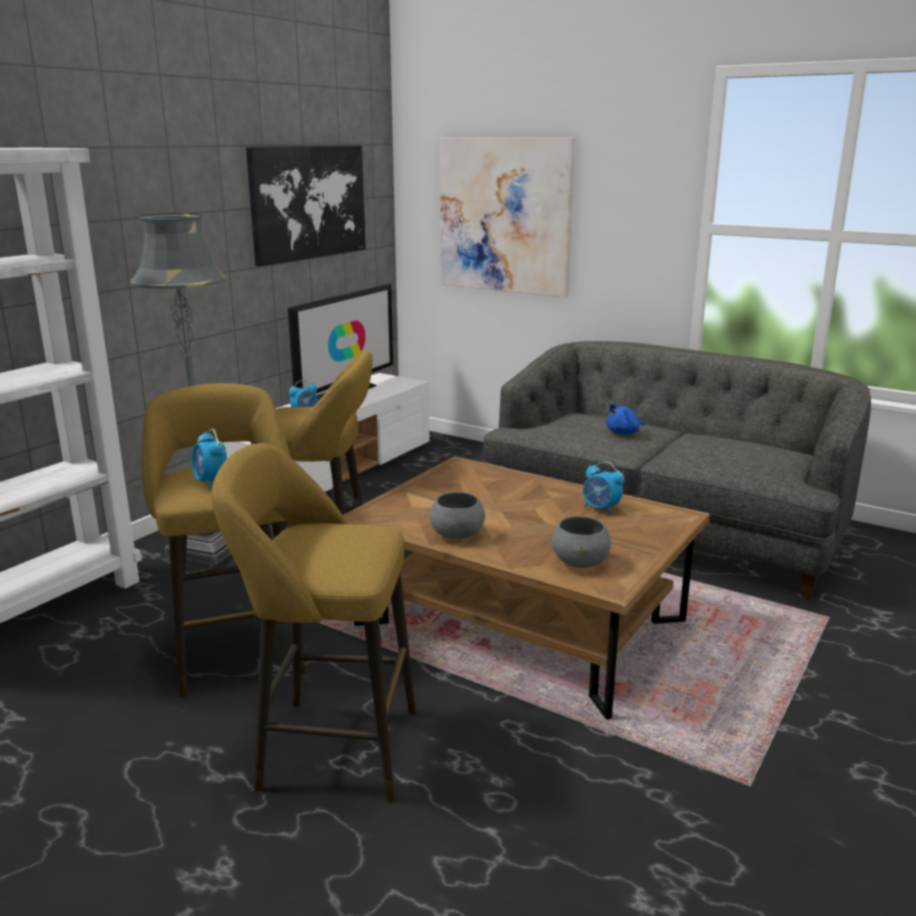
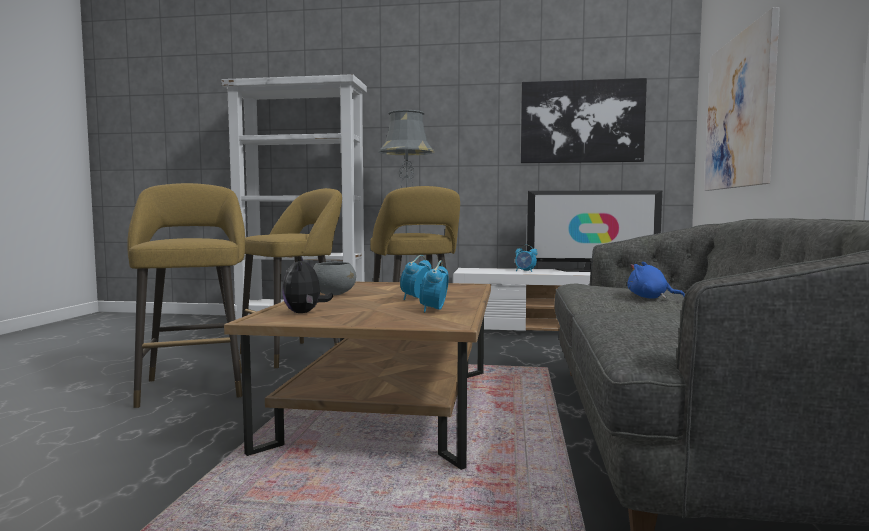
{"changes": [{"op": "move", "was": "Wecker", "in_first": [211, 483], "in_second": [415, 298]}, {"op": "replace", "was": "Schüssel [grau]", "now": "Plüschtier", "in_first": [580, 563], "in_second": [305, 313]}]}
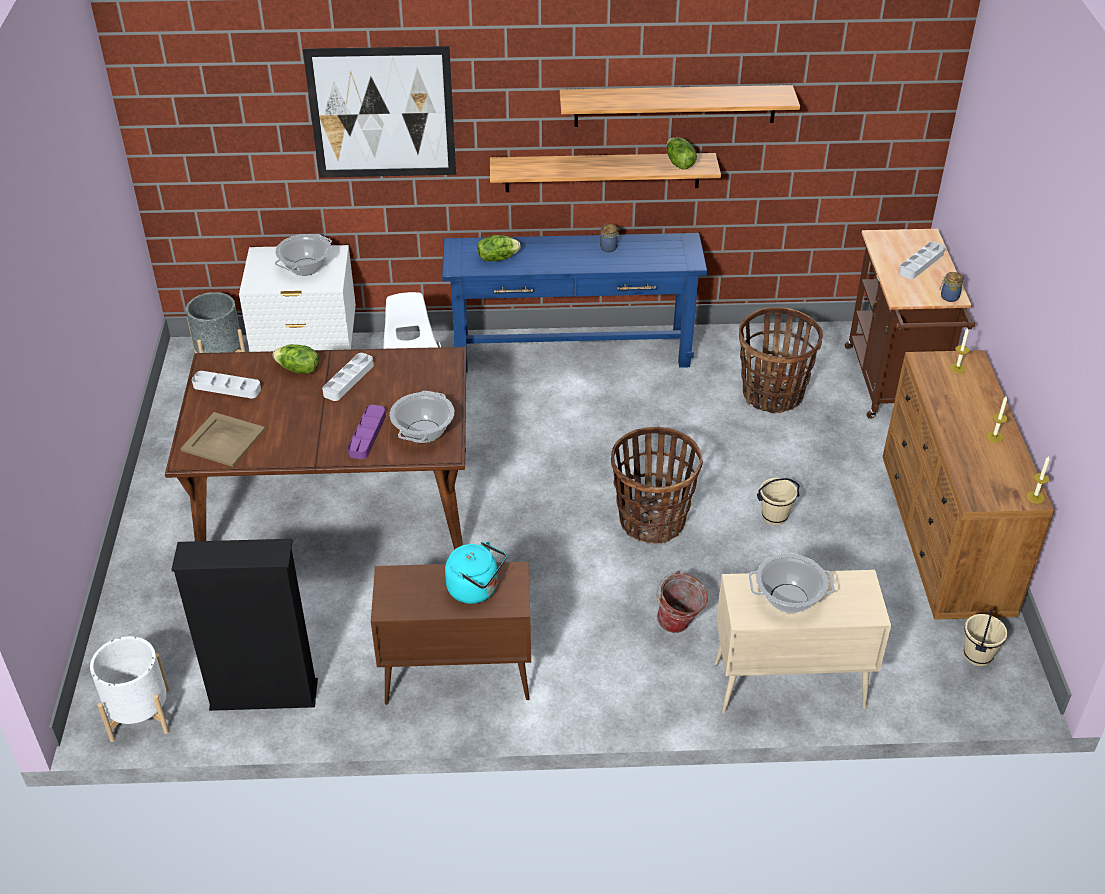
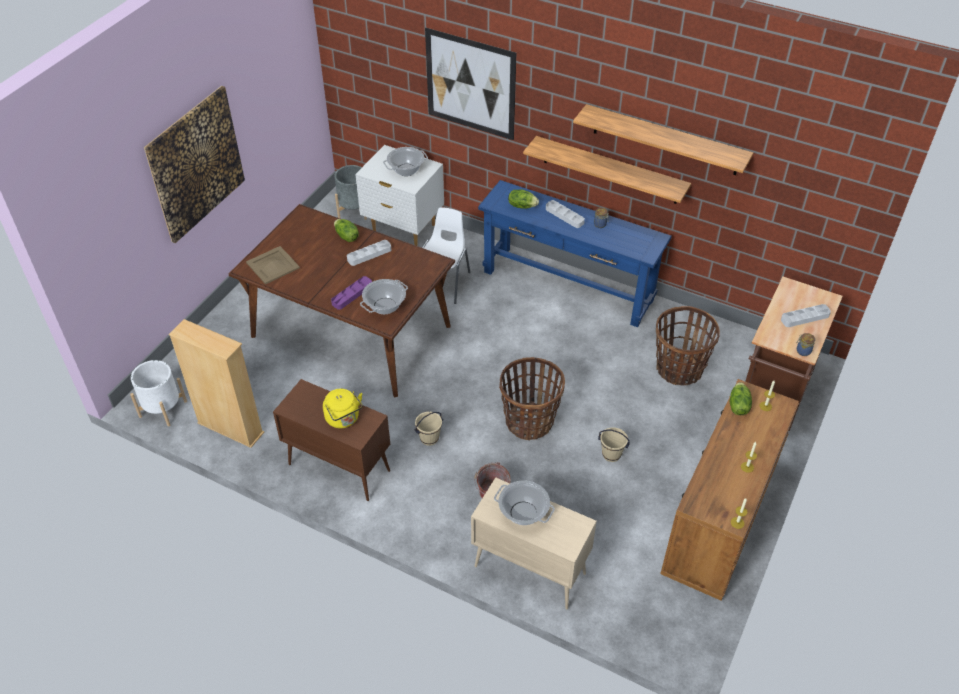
{"changes": [{"op": "insert", "now": "Bild", "in_second": [196, 164]}, {"op": "move", "was": "Tablett [grau]", "in_first": [227, 388], "in_second": [564, 216]}, {"op": "move", "was": "Salatkopf", "in_first": [679, 163], "in_second": [738, 406]}, {"op": "move", "was": "Eimer [beige]", "in_first": [977, 655], "in_second": [429, 438]}, {"op": "recolor", "was": "Bücherregal [schwarz]", "now": "Bücherregal [beige]", "in_first": [264, 695], "in_second": [230, 428]}, {"op": "recolor", "was": "Wasserkessel [türkis]", "now": "Wasserkessel [gelb]", "in_first": [476, 589], "in_second": [344, 419]}]}
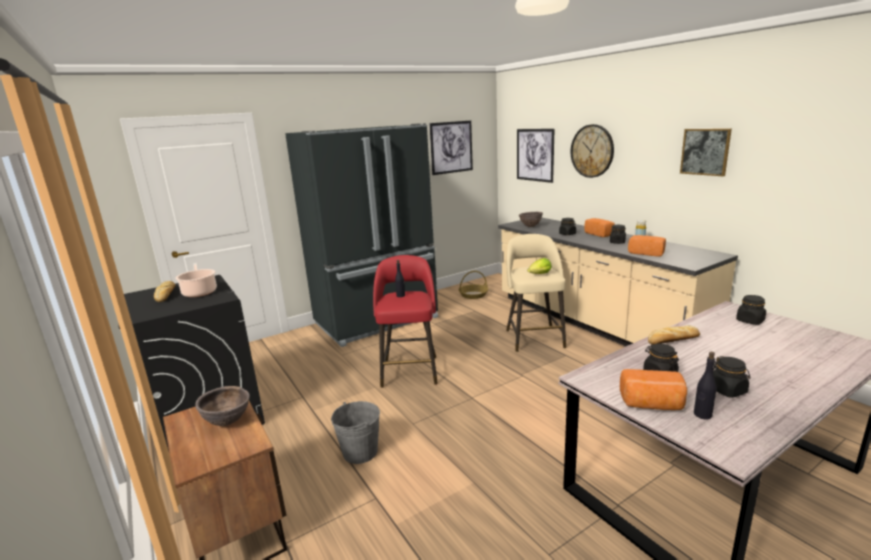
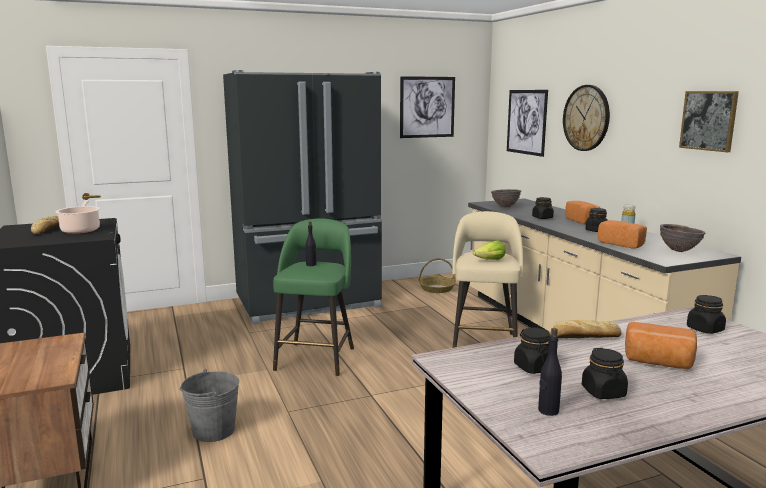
{"changes": [{"op": "move", "was": "Schüssel [braun]", "in_first": [228, 422], "in_second": [679, 251]}, {"op": "move", "was": "Brot", "in_first": [652, 404], "in_second": [658, 362]}, {"op": "recolor", "was": "Hocker [rot]", "now": "Hocker [grün]", "in_first": [410, 370], "in_second": [316, 358]}]}
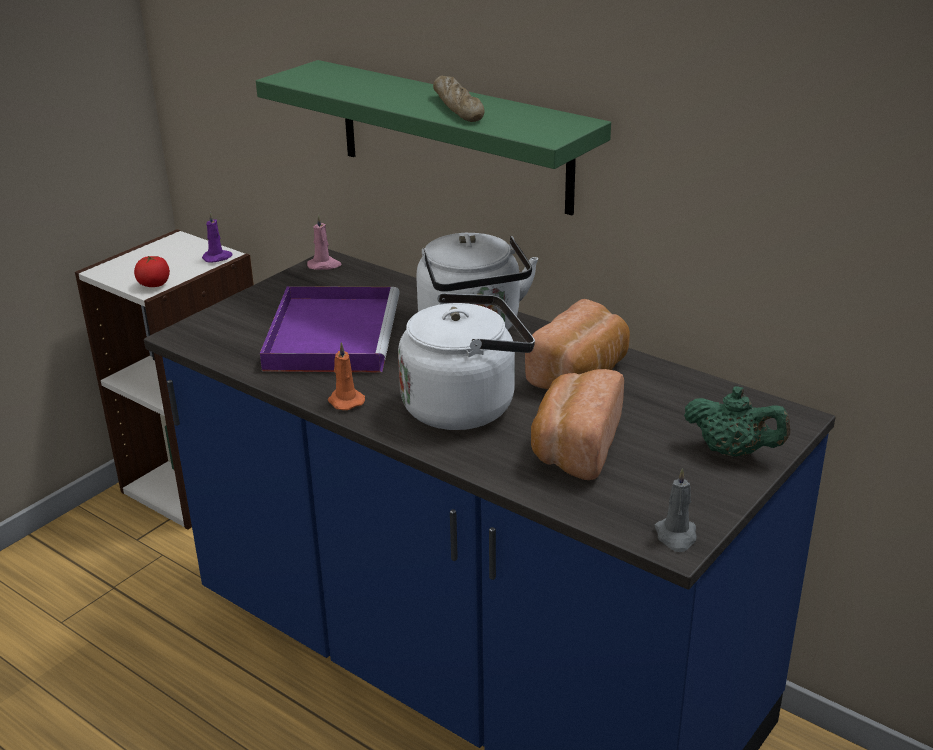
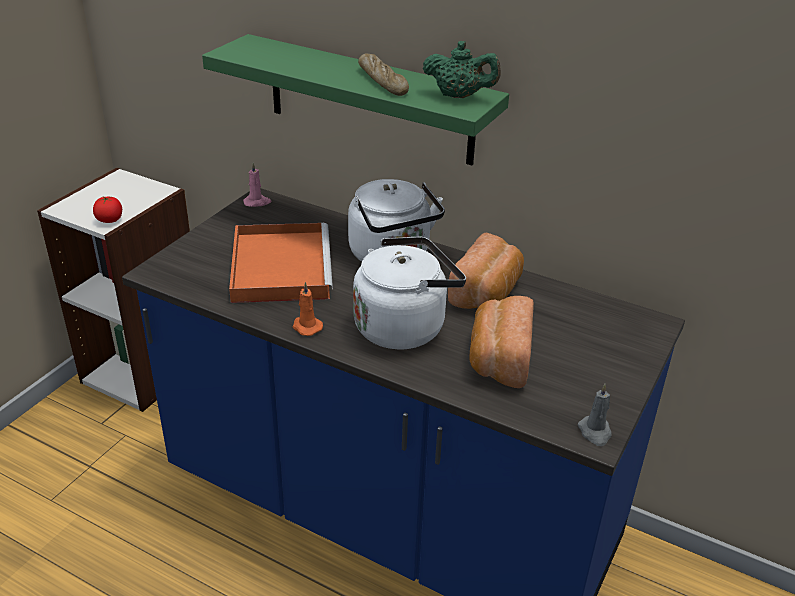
{"changes": [{"op": "delete", "was": "Kerze [lila]", "in_first": [218, 257]}, {"op": "move", "was": "Teekanne [grün]", "in_first": [732, 452], "in_second": [459, 96]}, {"op": "recolor", "was": "Tablett [lila]", "now": "Tablett [orange]", "in_first": [332, 334], "in_second": [280, 266]}]}
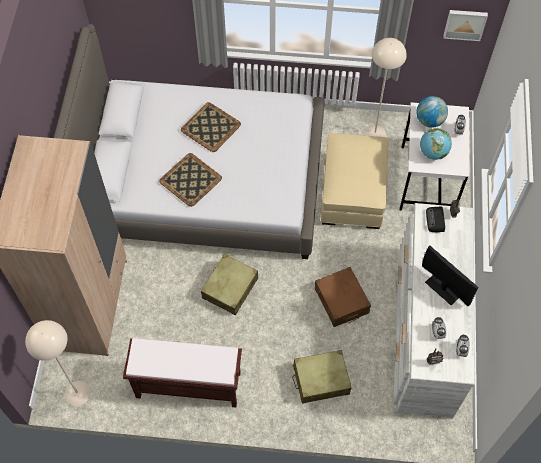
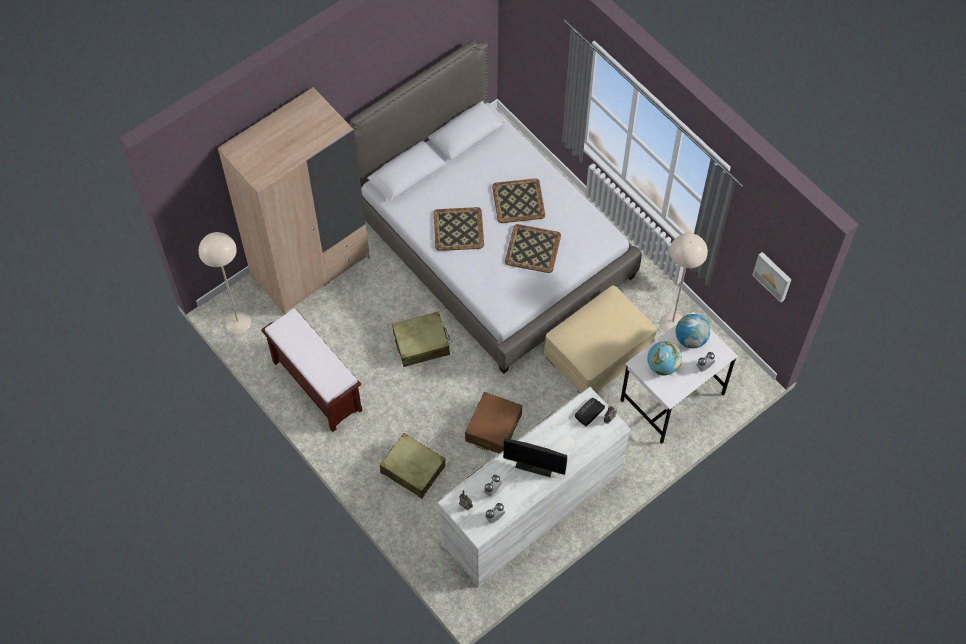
{"changes": [{"op": "insert", "now": "Tablett", "in_second": [532, 248]}, {"op": "rotate", "was": "Monitor", "in_first": [443, 289], "in_second": [534, 465], "clockwise": 105}]}
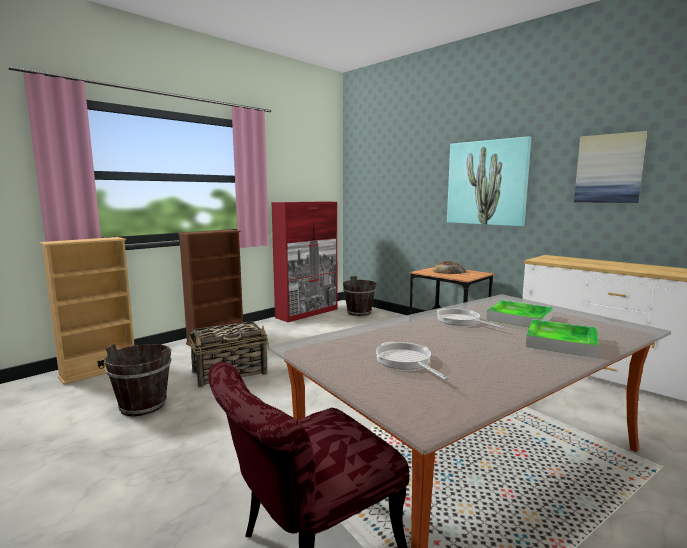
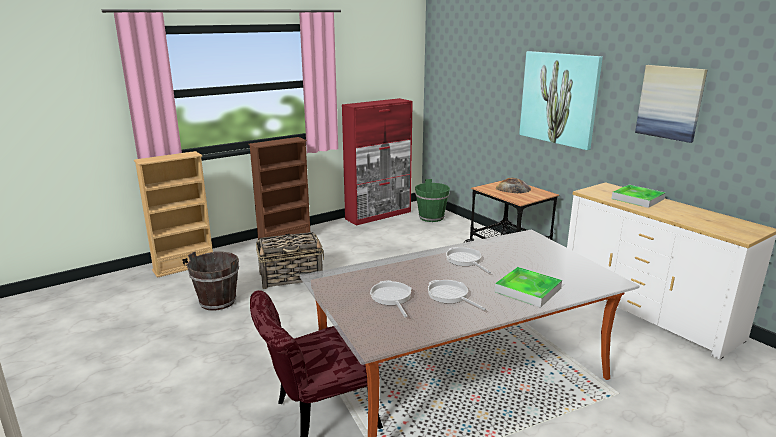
{"changes": [{"op": "insert", "now": "Pfanne", "in_second": [450, 295]}, {"op": "move", "was": "Tablett", "in_first": [519, 318], "in_second": [637, 199]}, {"op": "recolor", "was": "Eimer [braun]", "now": "Eimer [grün]", "in_first": [359, 312], "in_second": [431, 217]}]}
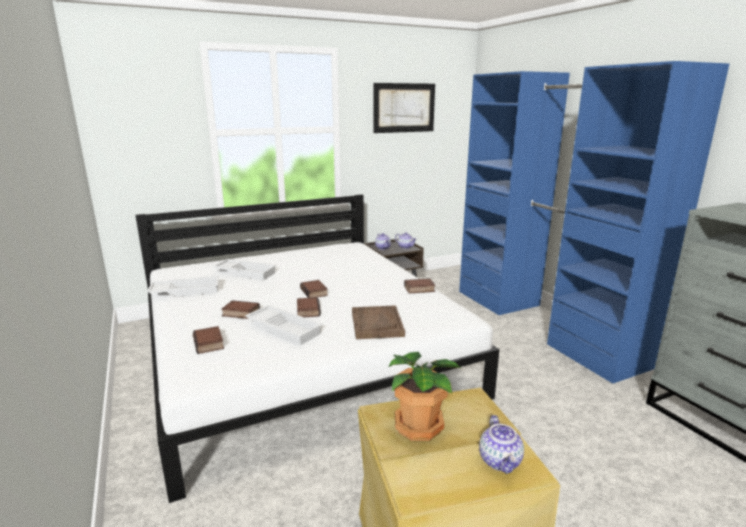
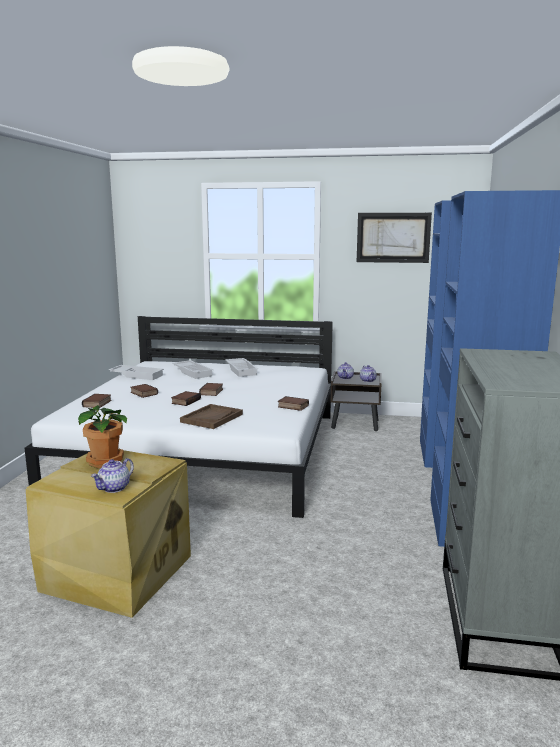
{"changes": [{"op": "move", "was": "Tablett [weiß]", "in_first": [285, 328], "in_second": [242, 370]}]}
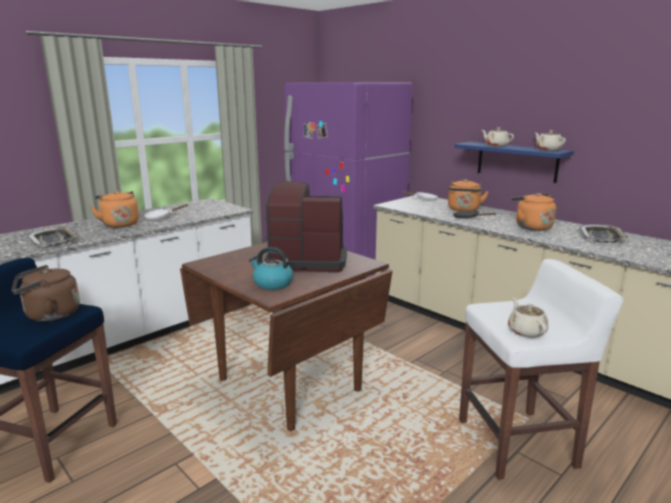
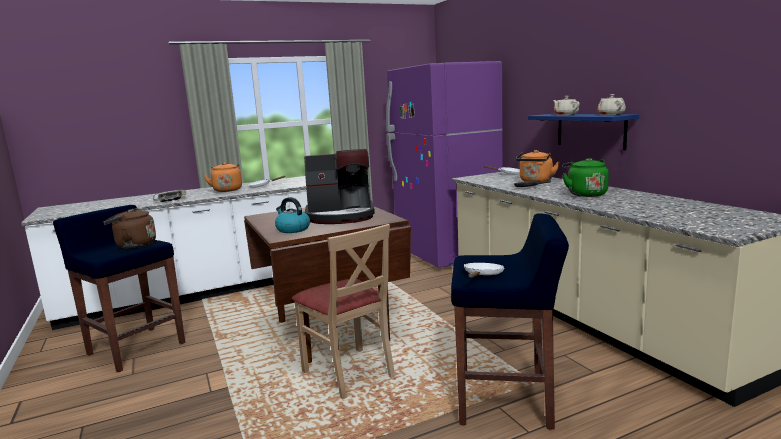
{"changes": [{"op": "delete", "was": "Tablett", "in_first": [602, 237]}, {"op": "insert", "now": "Stuhl [beige]", "in_second": [349, 373]}, {"op": "replace", "was": "Teekanne [beige]", "now": "Pfanne [weiß]", "in_first": [526, 331], "in_second": [482, 275]}, {"op": "recolor", "was": "Hocker [weiß]", "now": "Hocker [blau]", "in_first": [518, 443], "in_second": [506, 400]}, {"op": "recolor", "was": "Wasserkessel [orange]", "now": "Wasserkessel [grün]", "in_first": [531, 227], "in_second": [585, 194]}, {"op": "rotate", "was": "Kaffeemaschine", "in_first": [306, 260], "in_second": [341, 216], "clockwise": 150}]}
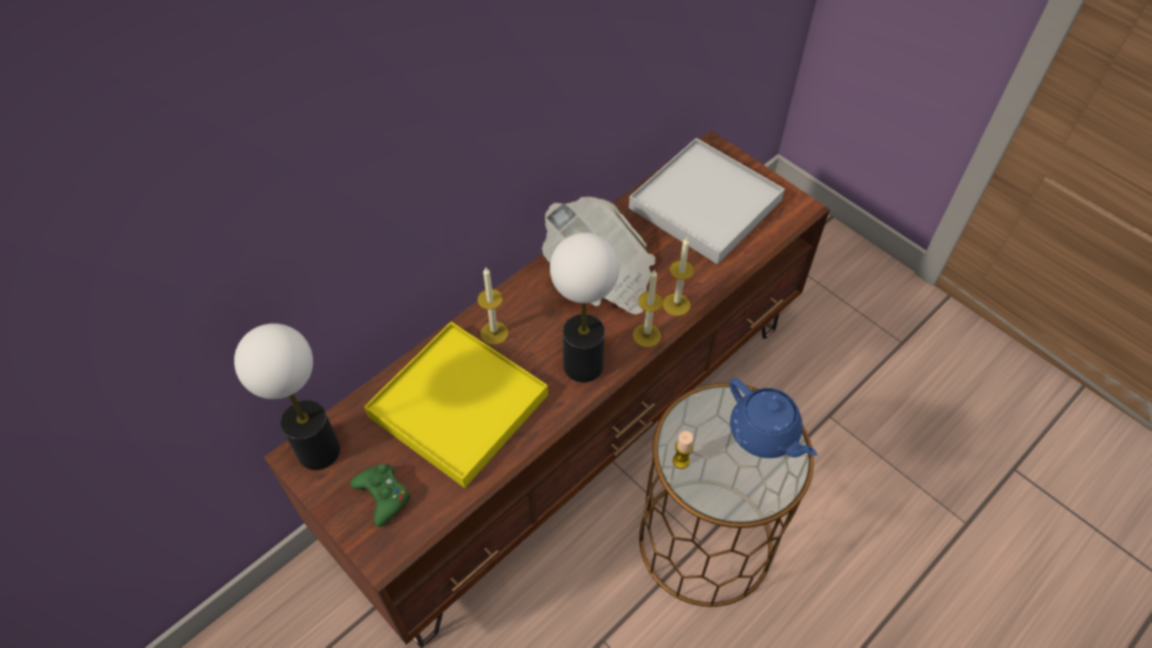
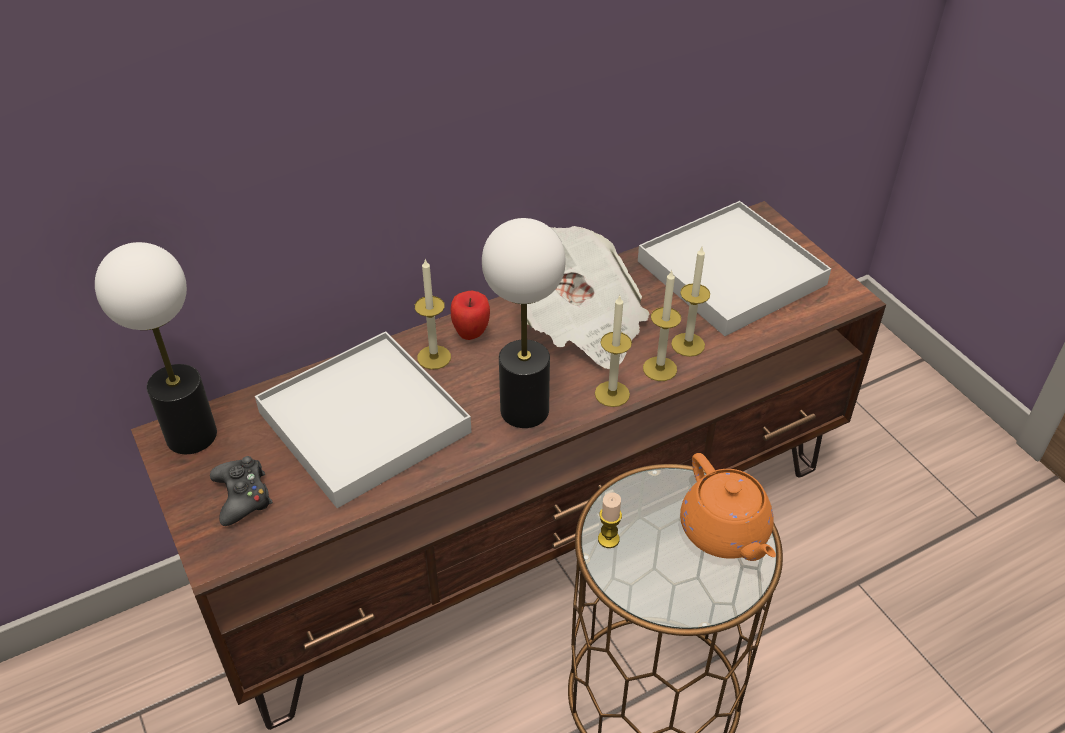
{"changes": [{"op": "insert", "now": "Apfel", "in_second": [471, 334]}, {"op": "insert", "now": "Kerze", "in_second": [688, 344]}, {"op": "recolor", "was": "Gamepad [grün]", "now": "Gamepad [schwarz]", "in_first": [383, 495], "in_second": [242, 496]}, {"op": "recolor", "was": "Tablett [gelb]", "now": "Tablett [weiß]", "in_first": [459, 406], "in_second": [365, 422]}, {"op": "recolor", "was": "Teekanne [blau]", "now": "Teekanne [orange]", "in_first": [765, 434], "in_second": [725, 532]}]}
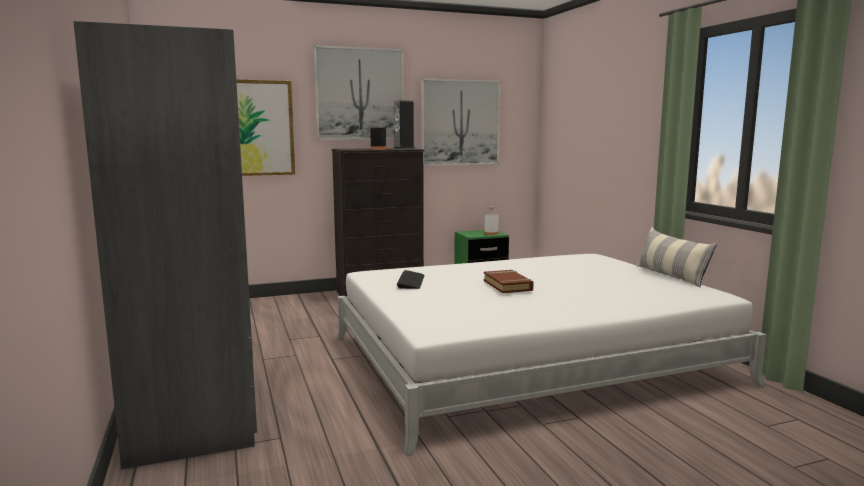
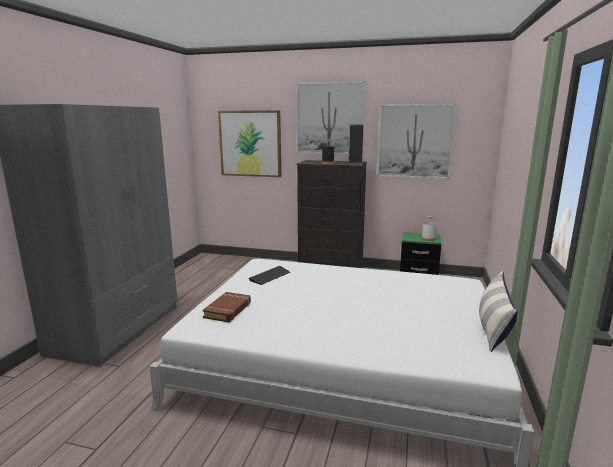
{"changes": [{"op": "move", "was": "Buch [braun]", "in_first": [508, 285], "in_second": [228, 310]}]}
